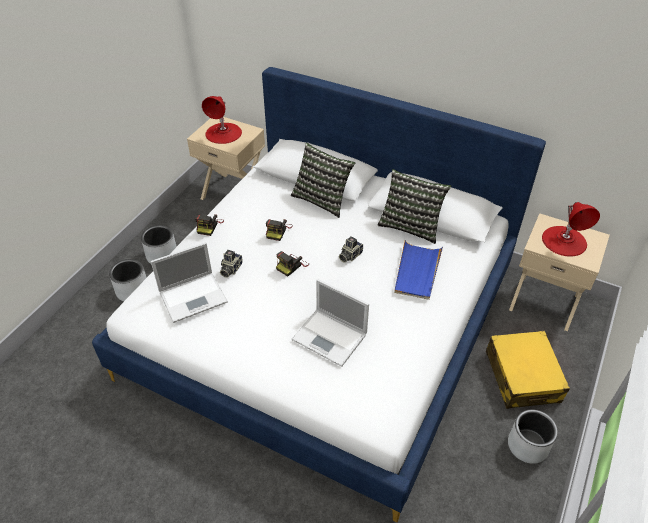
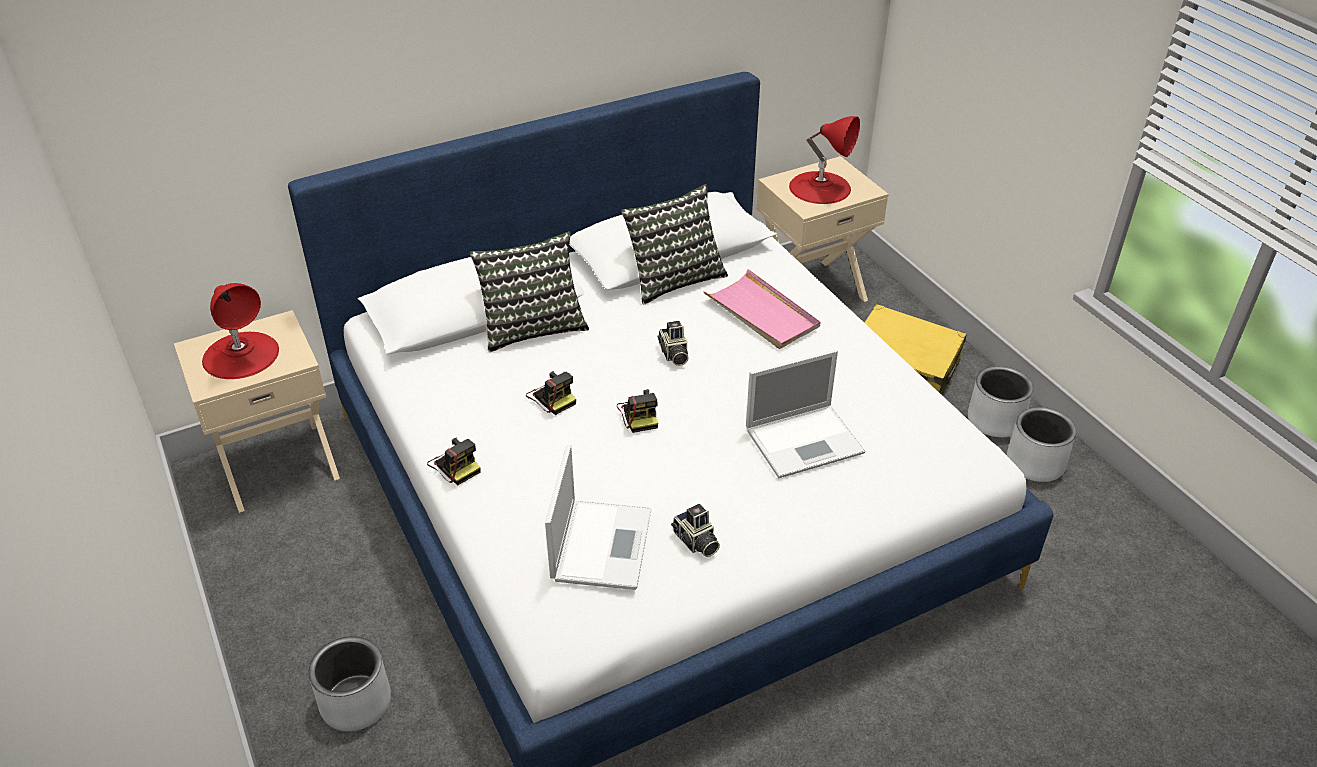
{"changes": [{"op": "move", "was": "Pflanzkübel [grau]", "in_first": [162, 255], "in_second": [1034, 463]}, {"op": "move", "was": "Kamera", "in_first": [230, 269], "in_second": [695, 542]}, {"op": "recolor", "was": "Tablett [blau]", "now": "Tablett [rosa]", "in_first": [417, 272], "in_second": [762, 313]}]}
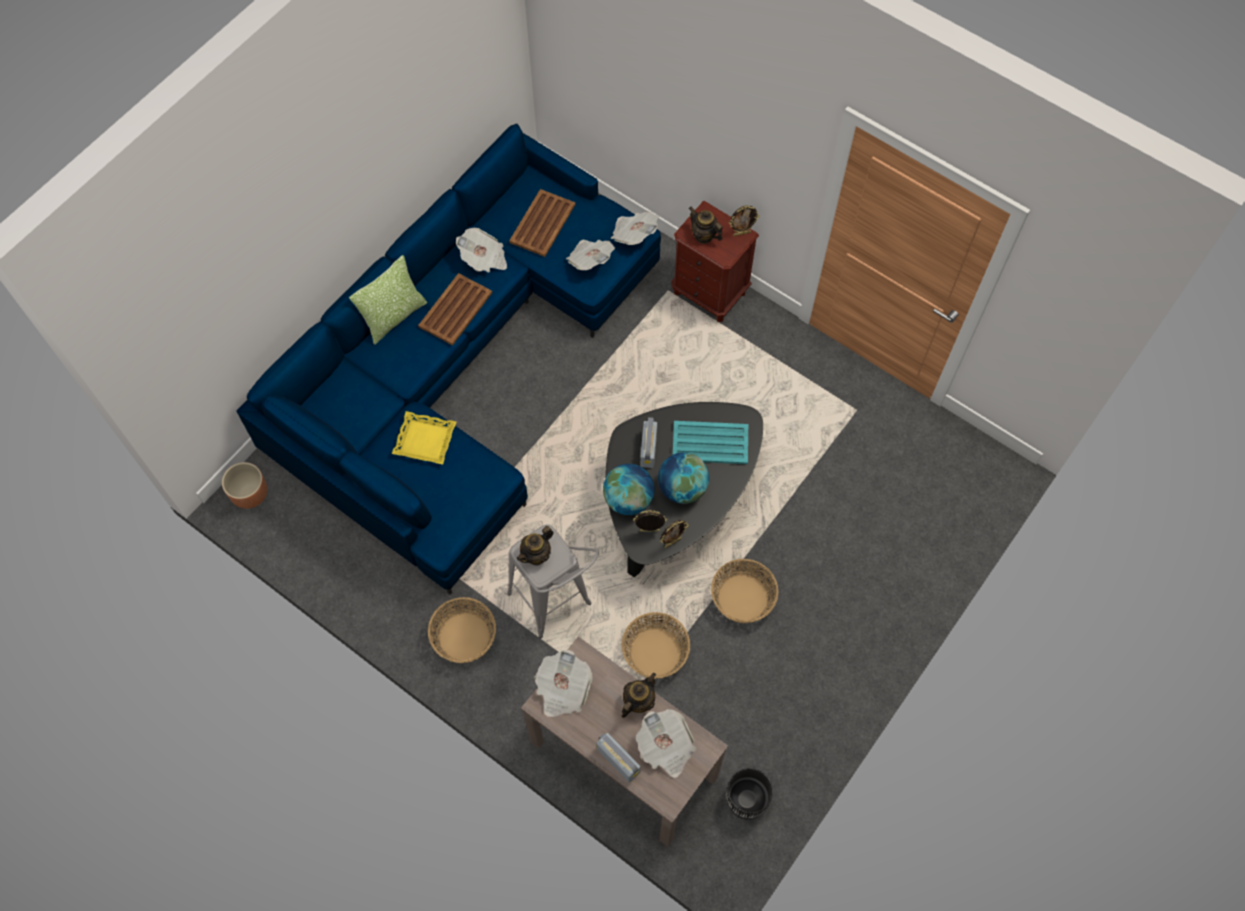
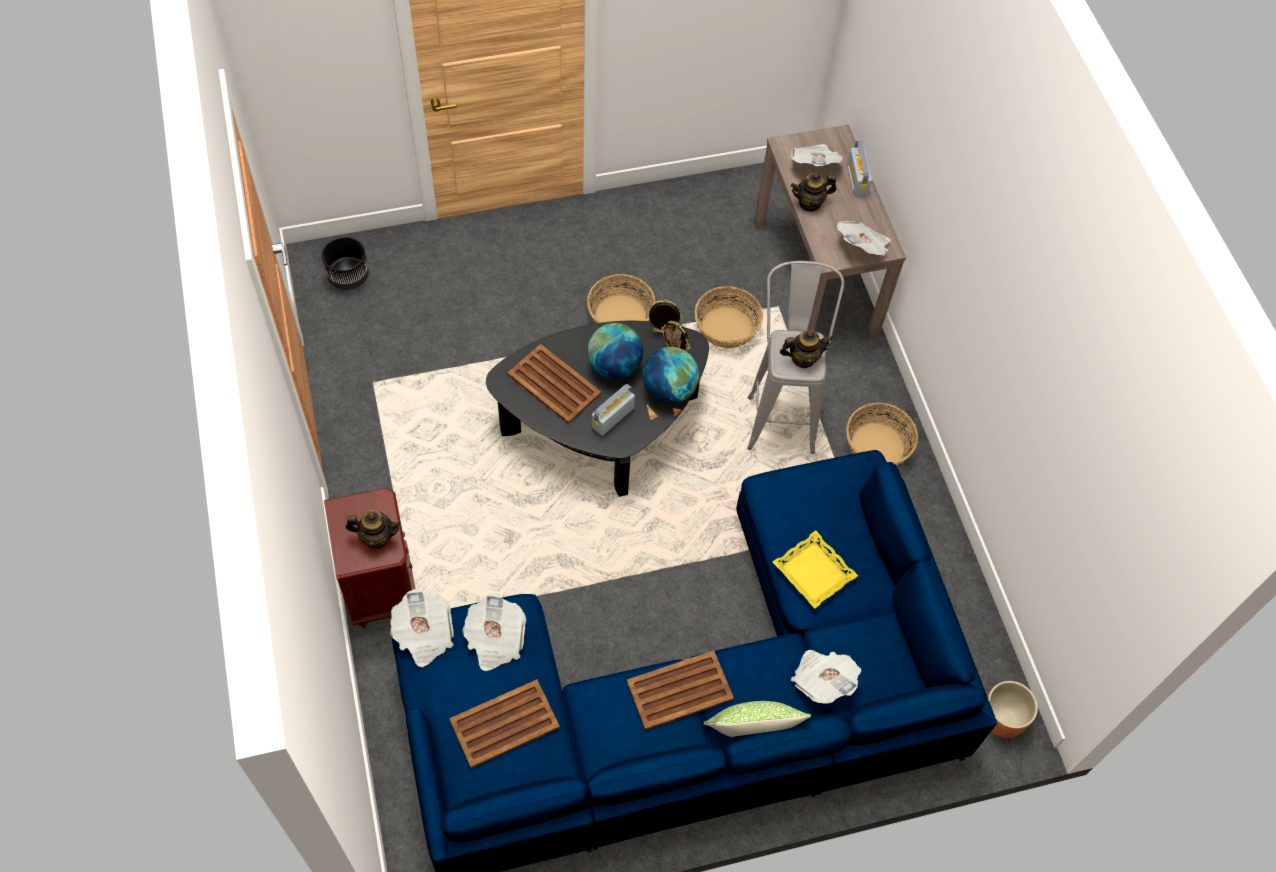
{"changes": [{"op": "delete", "was": "Bilderrahmen", "in_first": [741, 233]}, {"op": "move", "was": "Zeitung", "in_first": [484, 259], "in_second": [822, 680]}, {"op": "move", "was": "Pflanzkübel [schwarz]", "in_first": [747, 799], "in_second": [348, 276]}, {"op": "recolor", "was": "Tablett [türkis]", "now": "Tablett [braun]", "in_first": [709, 443], "in_second": [554, 385]}, {"op": "rotate", "was": "Teekanne", "in_first": [704, 235], "in_second": [376, 537], "clockwise": -75}]}
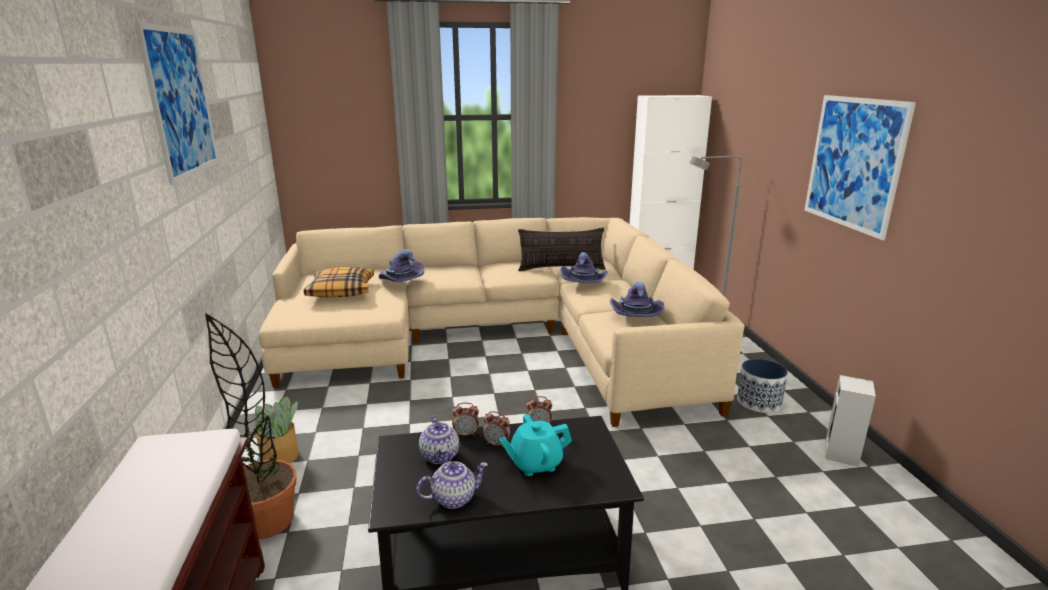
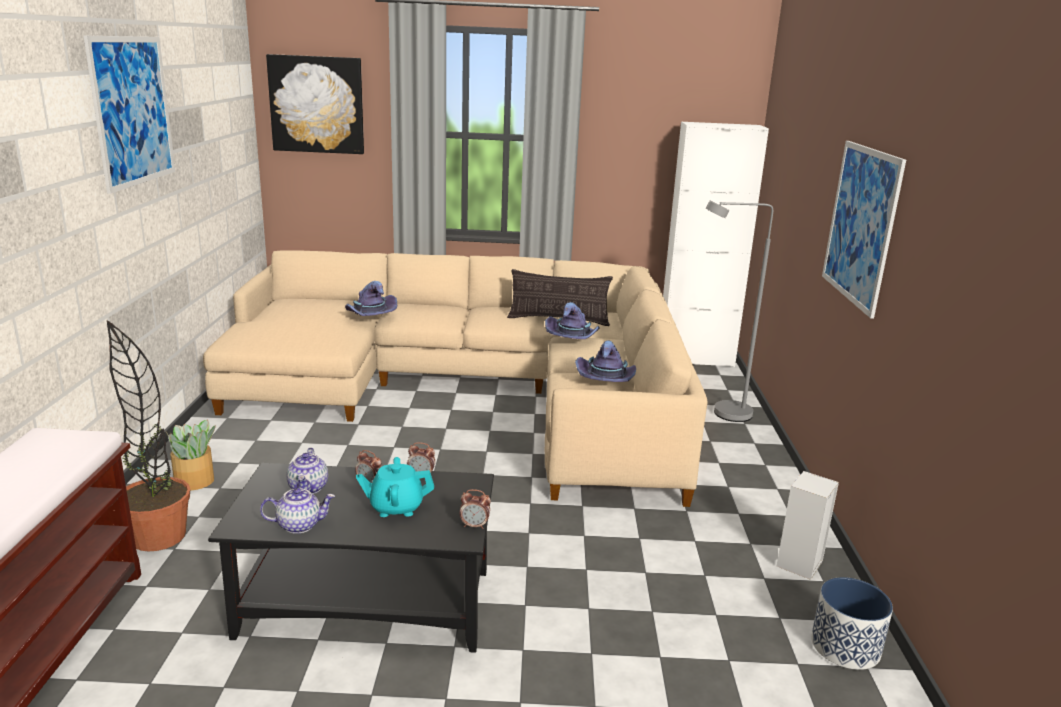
{"changes": [{"op": "delete", "was": "Kissen", "in_first": [341, 290]}, {"op": "insert", "now": "Bild", "in_second": [317, 104]}, {"op": "move", "was": "Wecker", "in_first": [466, 434], "in_second": [474, 526]}, {"op": "move", "was": "Pflanzkübel", "in_first": [758, 402], "in_second": [844, 647]}]}
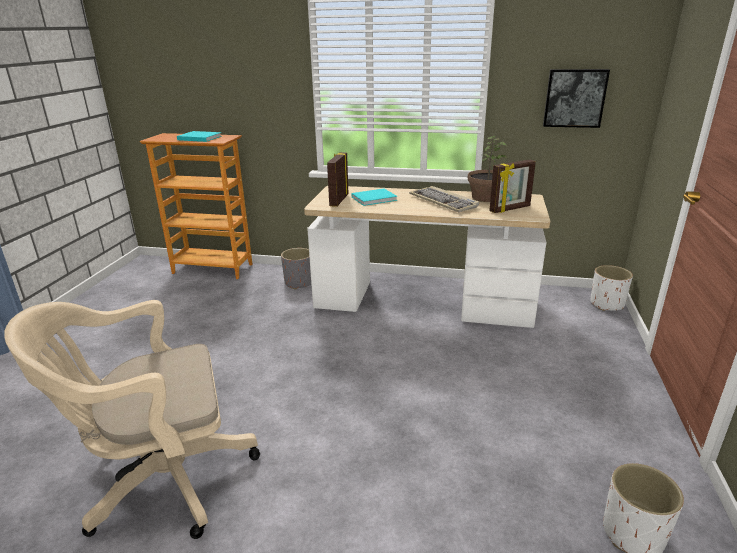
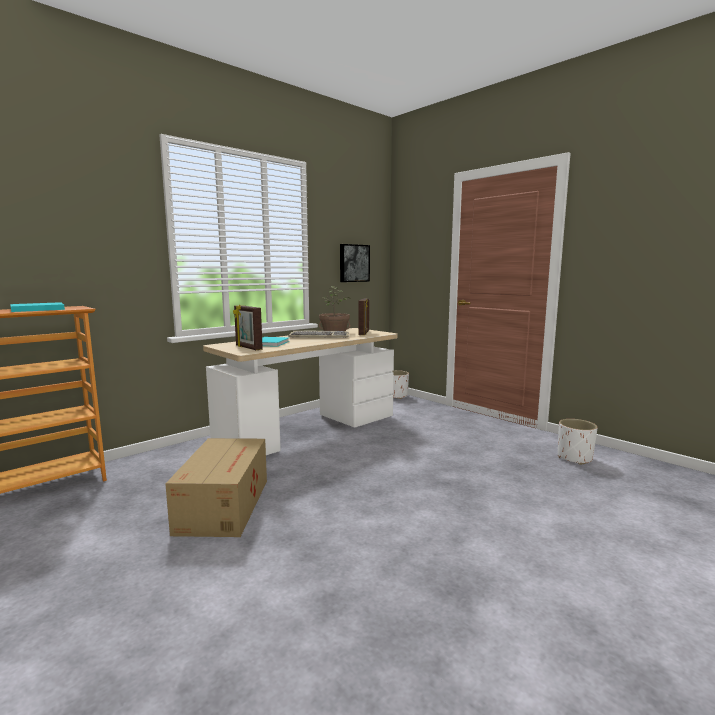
{"changes": [{"op": "delete", "was": "Bürostuhl [beige]", "in_first": [161, 479]}, {"op": "delete", "was": "Pflanzkübel [grau]", "in_first": [299, 283]}, {"op": "insert", "now": "Karton", "in_second": [225, 504]}]}
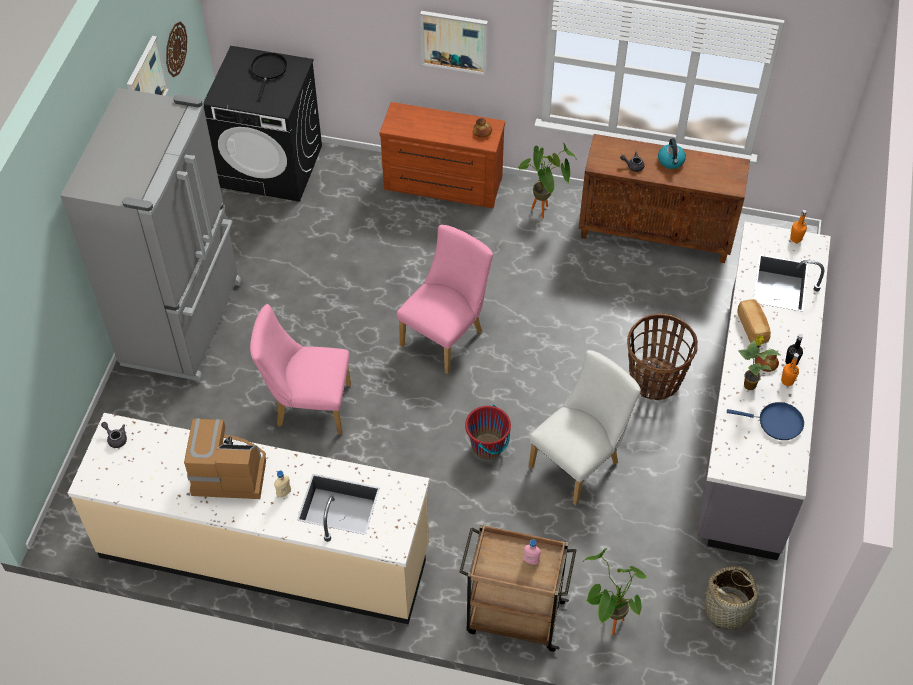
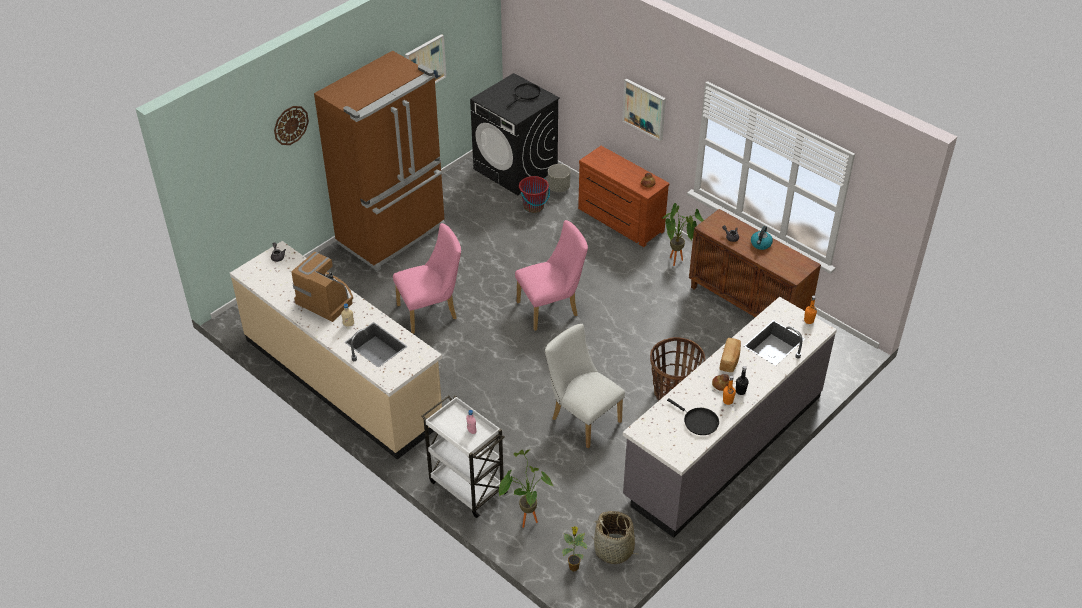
{"changes": [{"op": "insert", "now": "Pflanzkübel [grau]", "in_second": [559, 187]}, {"op": "move", "was": "Wanduhr", "in_first": [175, 49], "in_second": [290, 125]}, {"op": "move", "was": "Eimer [rot]", "in_first": [487, 447], "in_second": [533, 206]}, {"op": "move", "was": "Topfpflanze", "in_first": [749, 384], "in_second": [573, 566]}, {"op": "recolor", "was": "Kühlschrank [grau]", "now": "Kühlschrank [braun]", "in_first": [185, 322], "in_second": [393, 235]}, {"op": "recolor", "was": "Rollwagen [braun]", "now": "Rollwagen [weiß]", "in_first": [513, 617], "in_second": [466, 486]}, {"op": "recolor", "was": "Pfanne [blau]", "now": "Pfanne [schwarz]", "in_first": [776, 422], "in_second": [698, 421]}, {"op": "rotate", "was": "Stuhl [rosa]", "in_first": [307, 405], "in_second": [431, 311], "clockwise": 120}, {"op": "rotate", "was": "Stuhl [weiß]", "in_first": [579, 461], "in_second": [582, 418], "clockwise": -120}]}
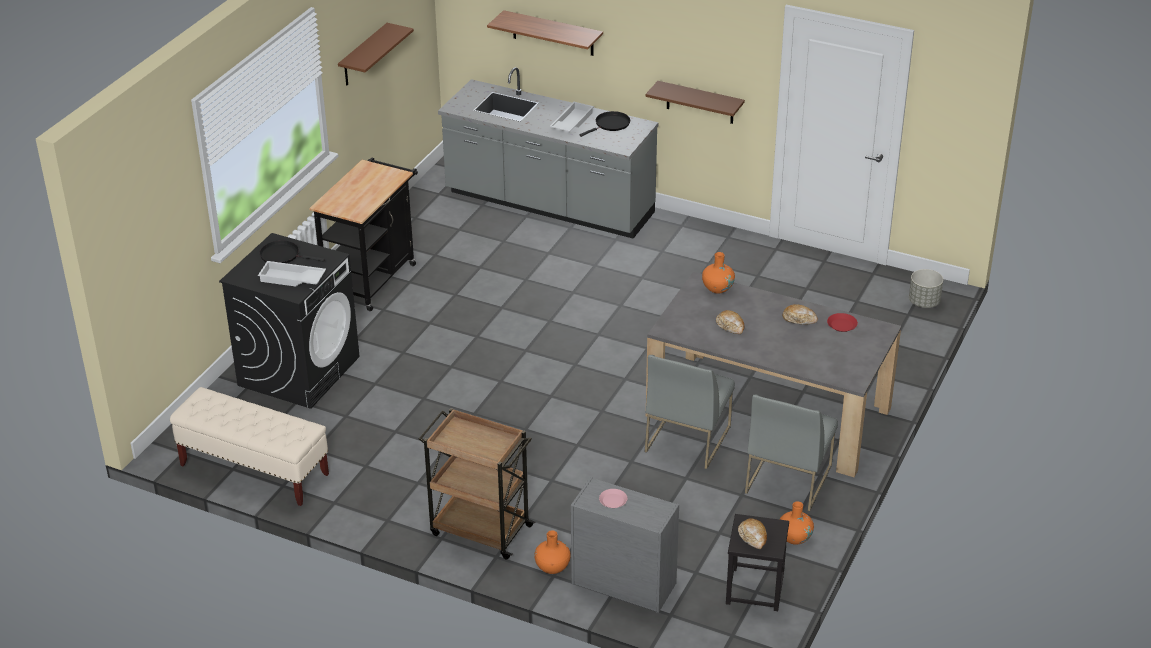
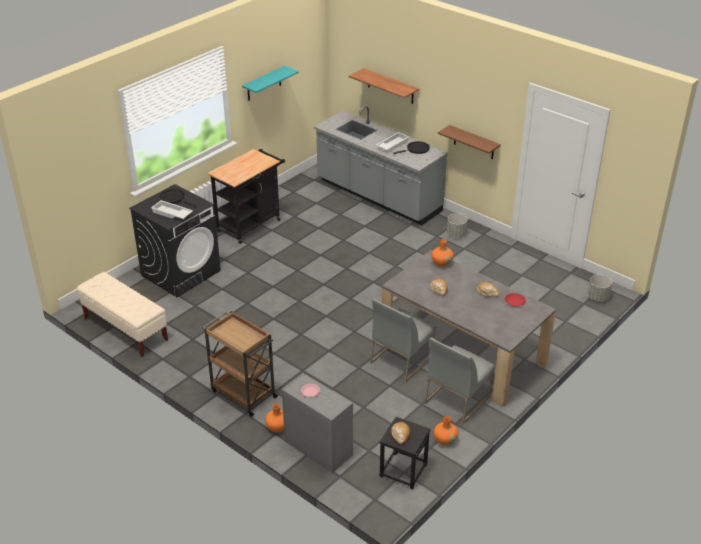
{"changes": [{"op": "insert", "now": "Pflanzkübel [grau]", "in_second": [456, 234]}, {"op": "recolor", "was": "Wandregal [braun]", "now": "Wandregal [türkis]", "in_first": [363, 55], "in_second": [264, 84]}]}
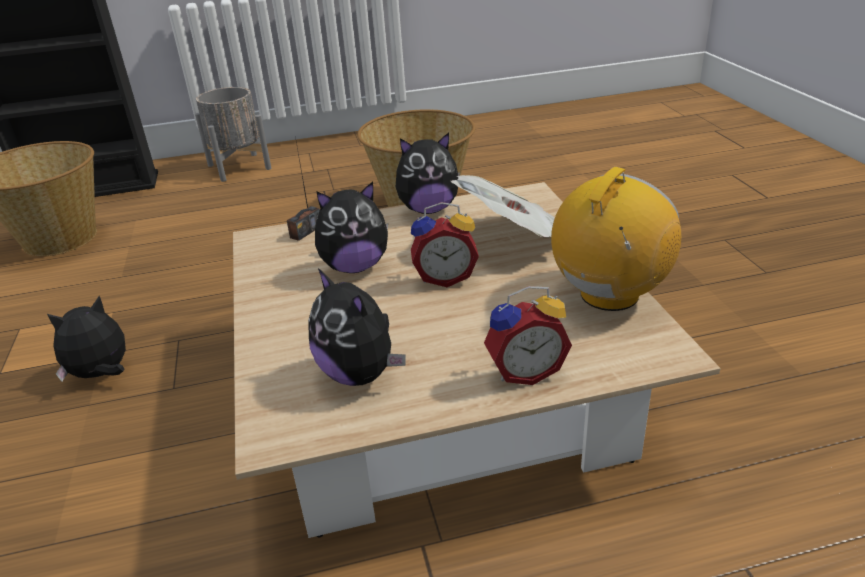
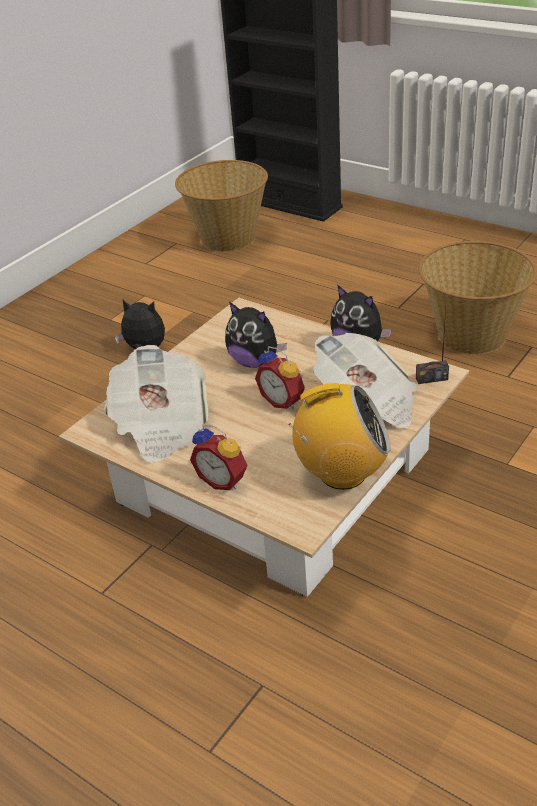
{"changes": [{"op": "delete", "was": "Pflanzkübel [grau]", "in_first": [239, 167]}, {"op": "move", "was": "Radio", "in_first": [306, 231], "in_second": [431, 378]}, {"op": "replace", "was": "Plüschtier", "now": "Zeitung", "in_first": [360, 373], "in_second": [161, 426]}]}
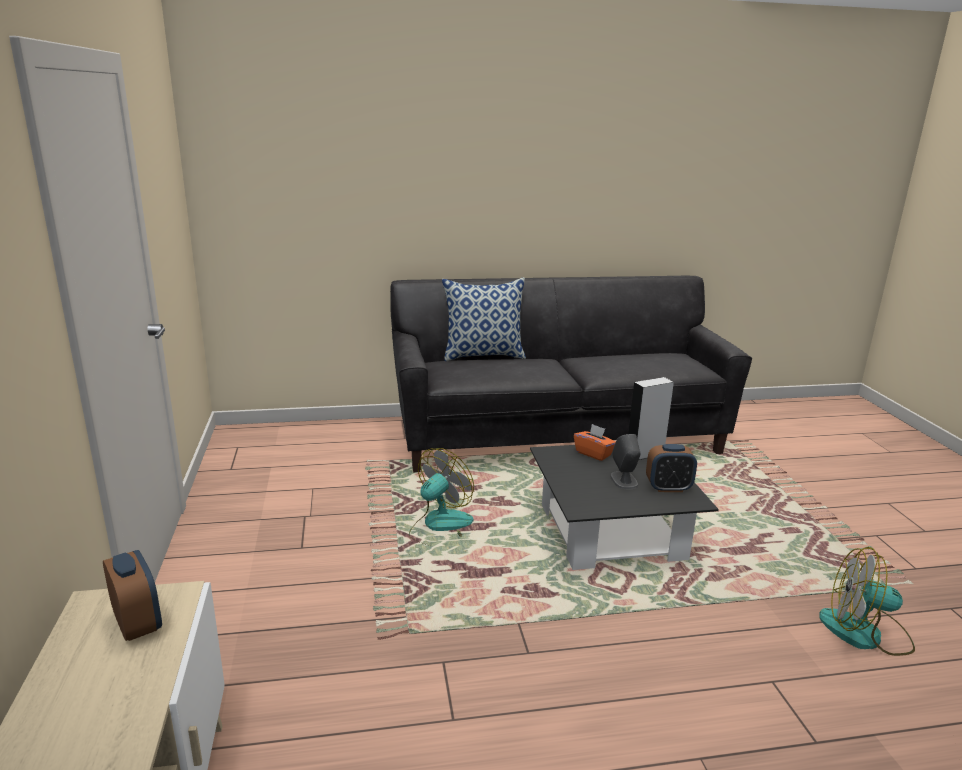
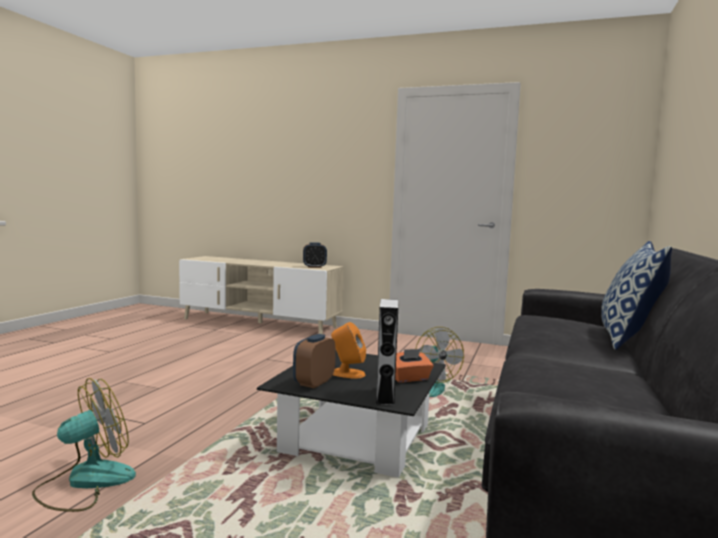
{"changes": [{"op": "recolor", "was": "Lautsprecher [grau]", "now": "Lautsprecher [orange]", "in_first": [624, 481], "in_second": [347, 373]}]}
